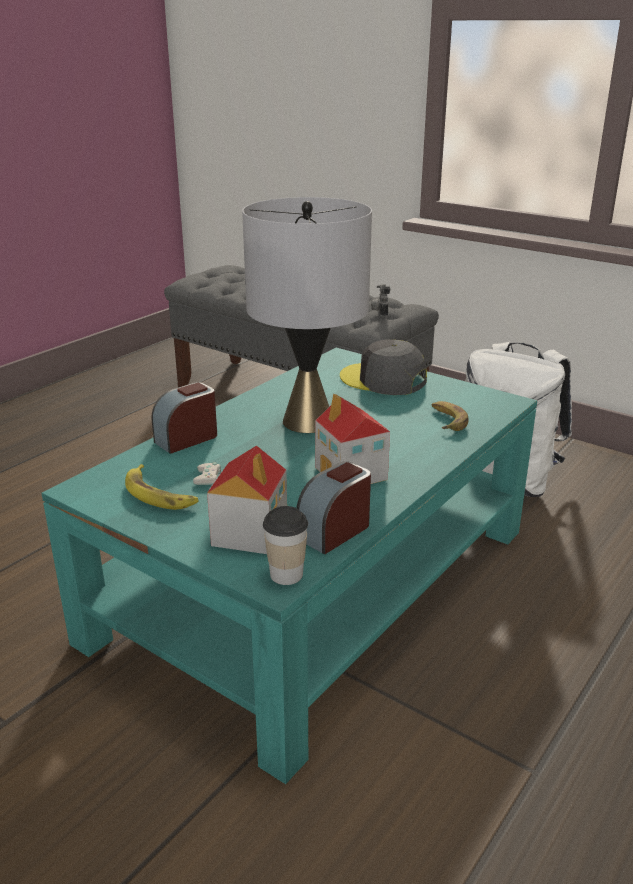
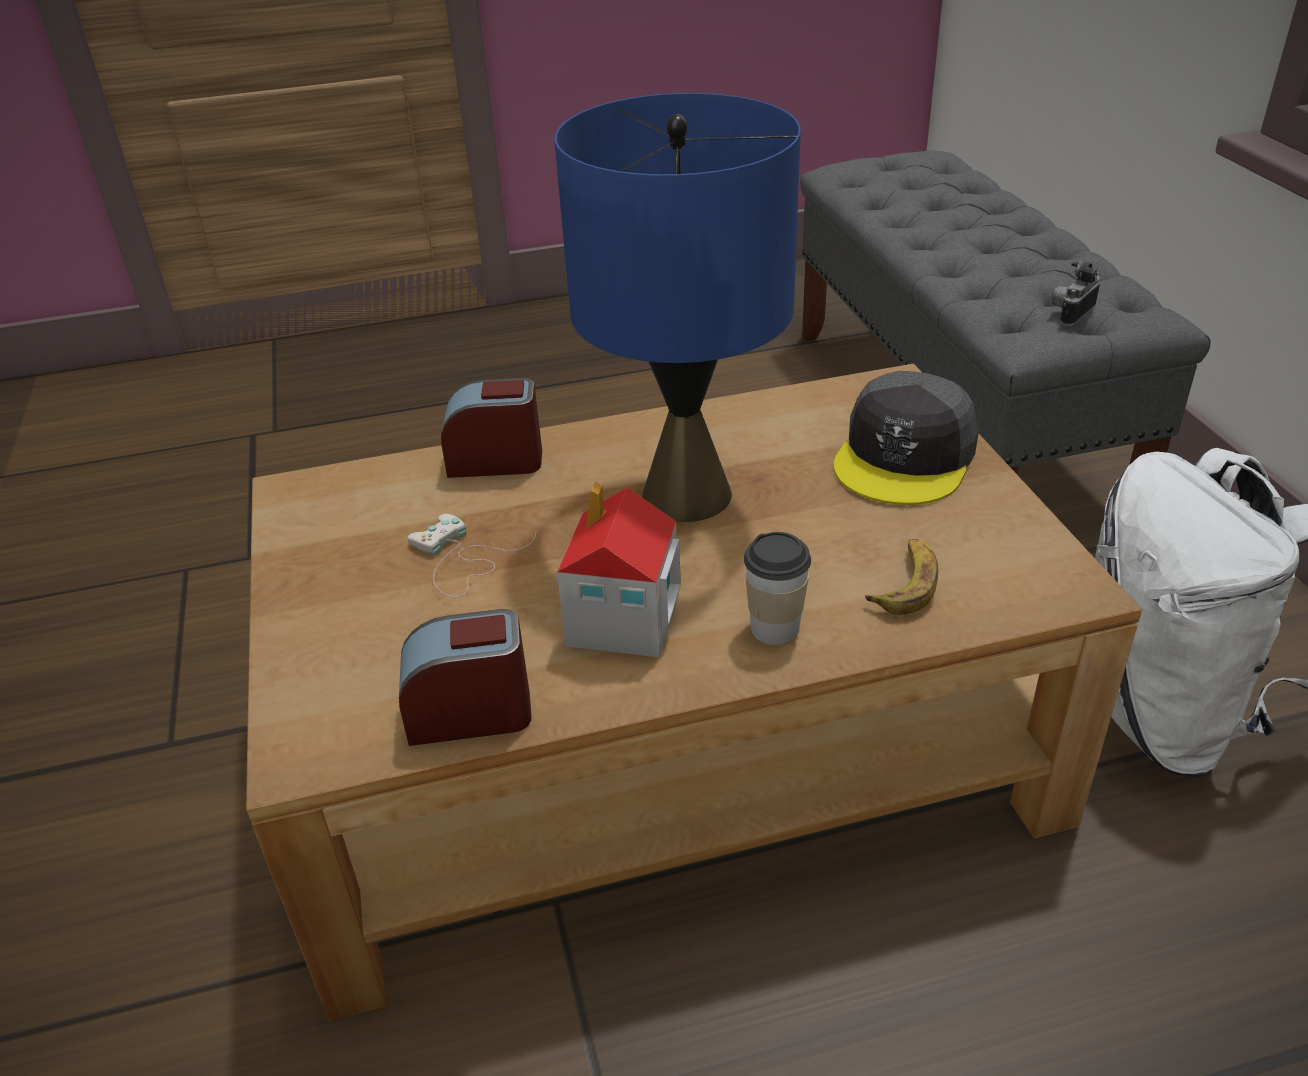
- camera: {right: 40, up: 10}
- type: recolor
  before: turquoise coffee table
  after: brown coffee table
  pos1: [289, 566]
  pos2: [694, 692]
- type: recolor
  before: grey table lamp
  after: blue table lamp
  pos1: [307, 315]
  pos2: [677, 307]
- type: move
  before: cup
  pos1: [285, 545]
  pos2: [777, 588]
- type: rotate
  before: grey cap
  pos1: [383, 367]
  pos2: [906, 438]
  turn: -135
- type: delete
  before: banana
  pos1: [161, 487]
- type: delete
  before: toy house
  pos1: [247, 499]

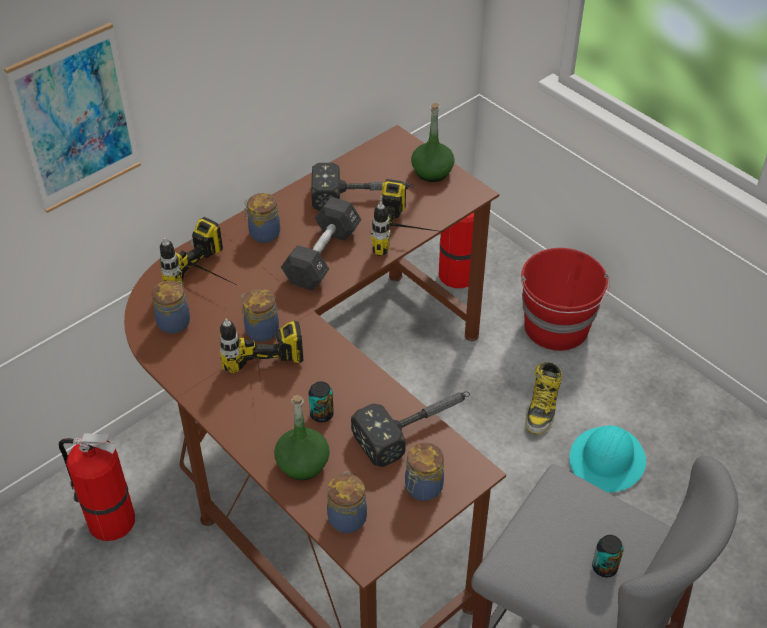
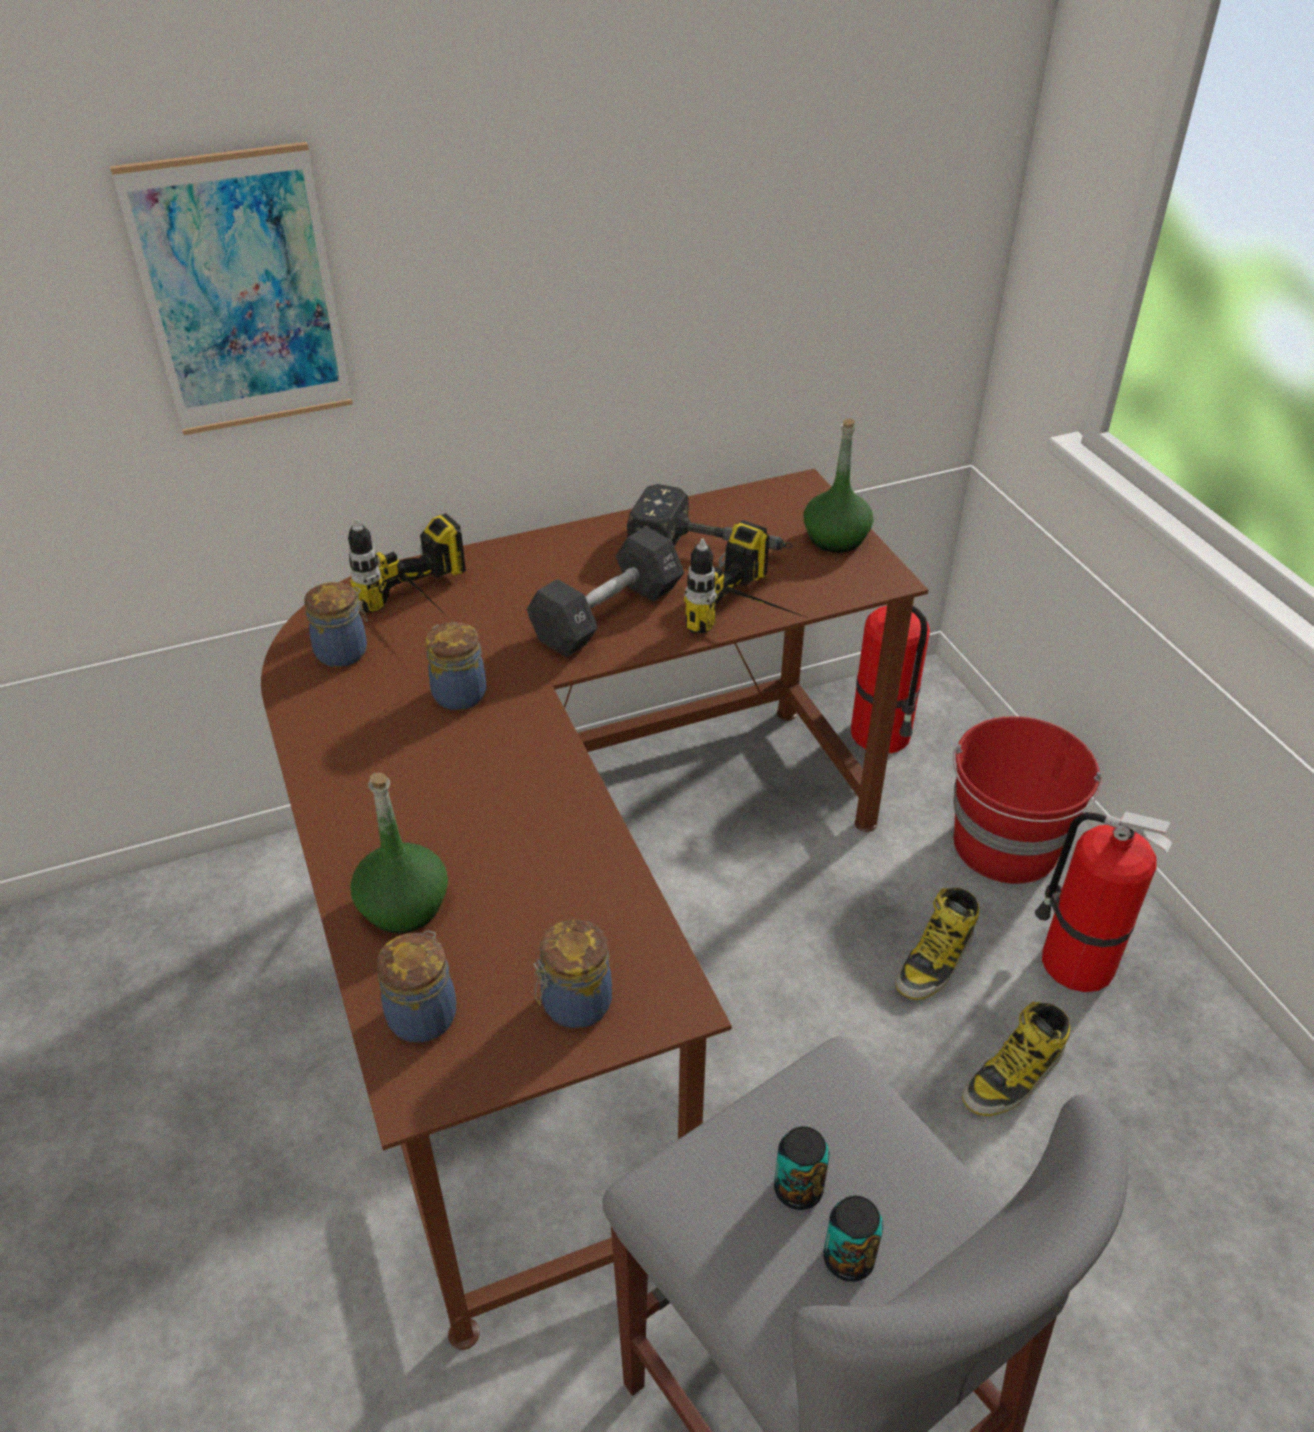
- camera: {right: 20, up: -5}
- type: move
  before: can
  pos1: [321, 401]
  pos2: [802, 1168]
- type: replace
  before: turquoise hard hat
  after: boot
  pos1: [607, 458]
  pos2: [1016, 1058]
- type: move
  before: fire extinguisher
  pos1: [97, 487]
  pos2: [1103, 902]
- type: delete
  before: power drill
  pos1: [262, 358]
- type: delete
  before: jar
  pos1: [262, 218]
- type: delete
  before: hammer
  pos1: [410, 429]

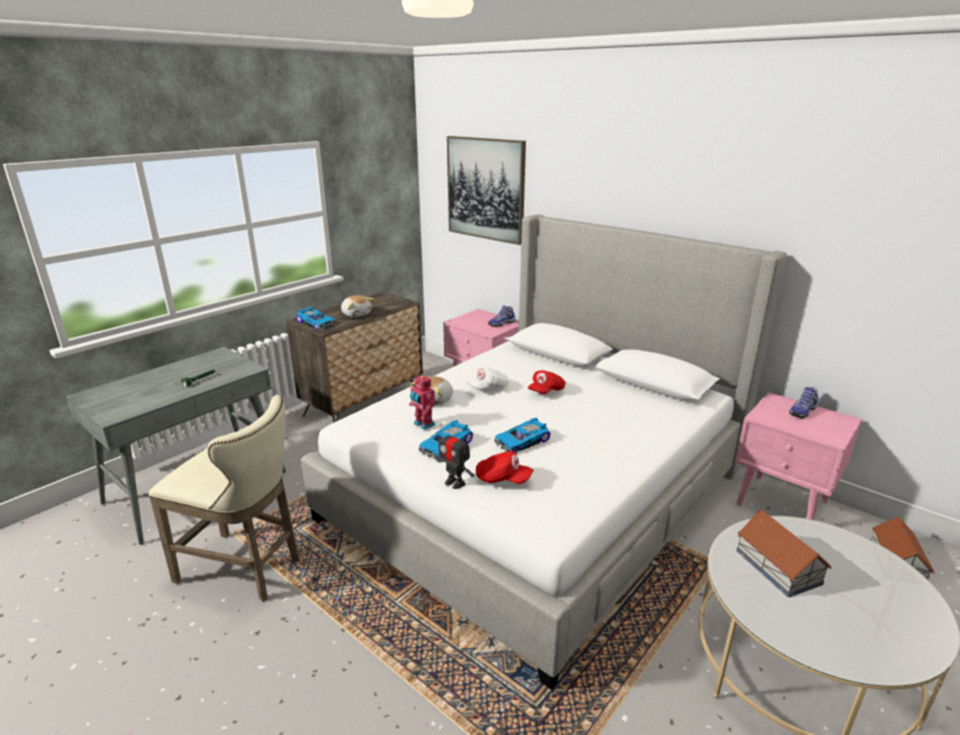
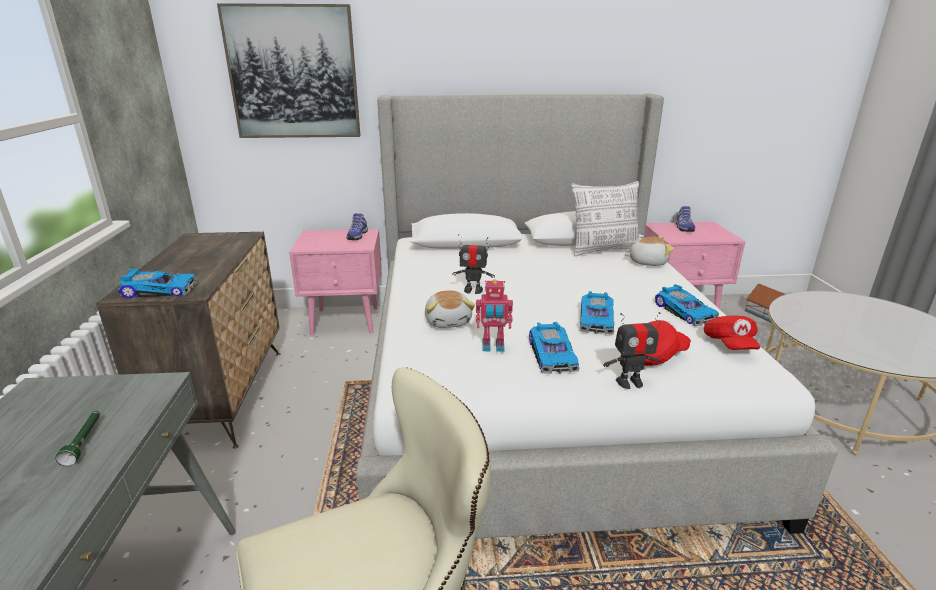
- camera: {right: -45, up: 0}
- type: replace
  before: white cap
  after: toy robot
  pos1: [488, 378]
  pos2: [473, 264]
- type: insert
  after: pillow
  pos2: [605, 218]
- type: move
  before: plush toy
  pos1: [357, 306]
  pos2: [649, 251]
- type: insert
  after: toy car
  pos2: [687, 305]
- type: move
  before: red cap
  pos1: [547, 382]
  pos2: [732, 333]
- type: delete
  before: toy house
  pos1: [783, 554]

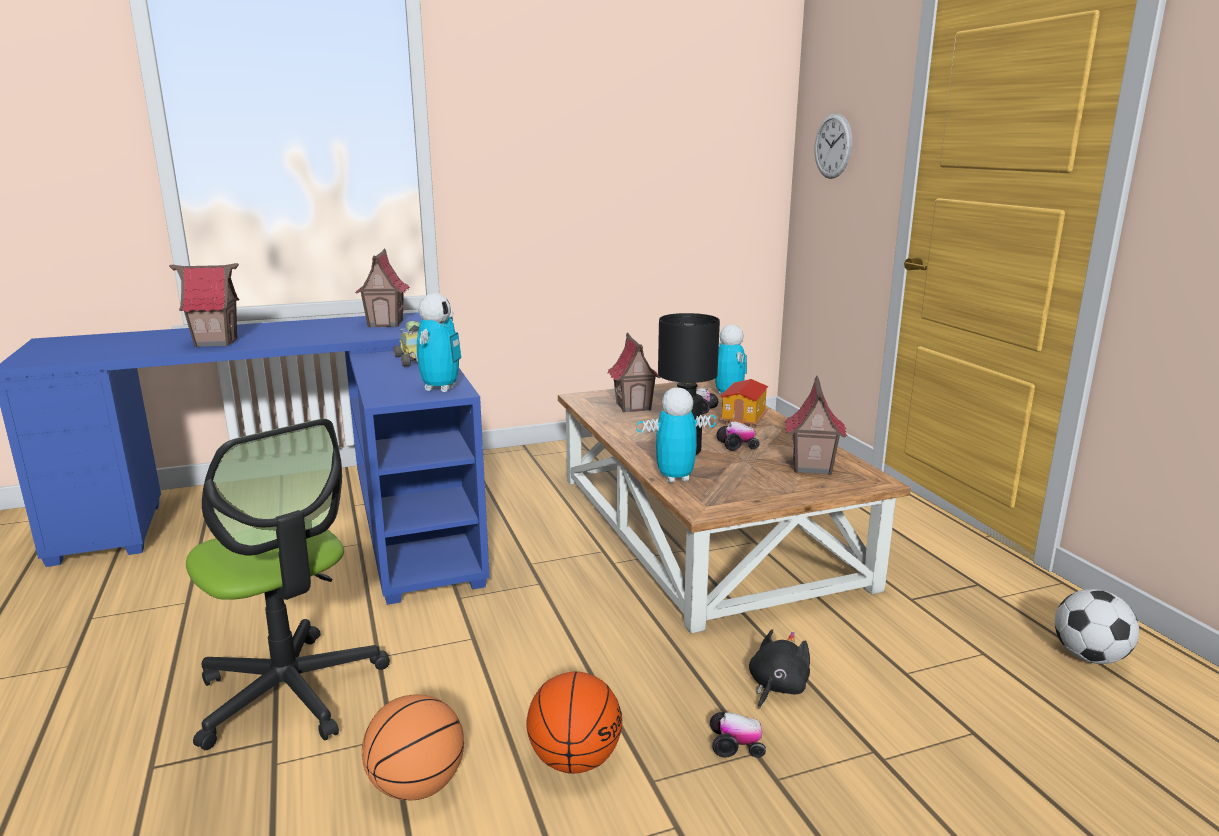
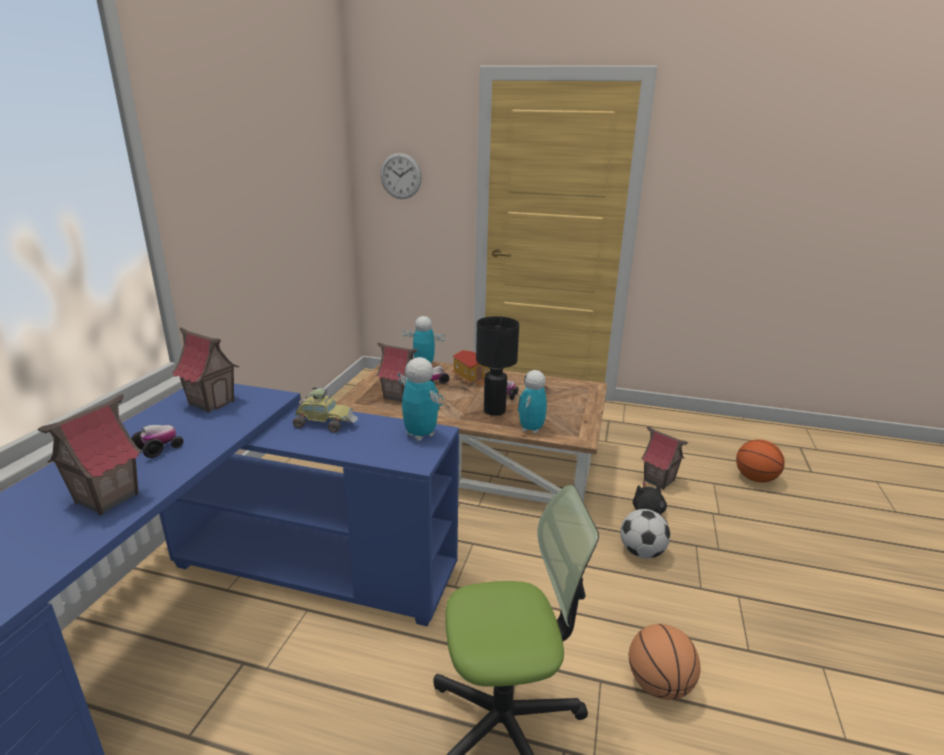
- camera: {right: -55, up: 5}
- type: move
  before: toy car
  pos1: [738, 735]
  pos2: [157, 441]
- type: move
  before: football
  pos1: [1097, 626]
  pos2: [645, 534]
- type: move
  before: toy house
  pos1: [816, 425]
  pos2: [664, 458]
- type: move
  before: basketball
  pos1: [574, 722]
  pos2: [760, 461]

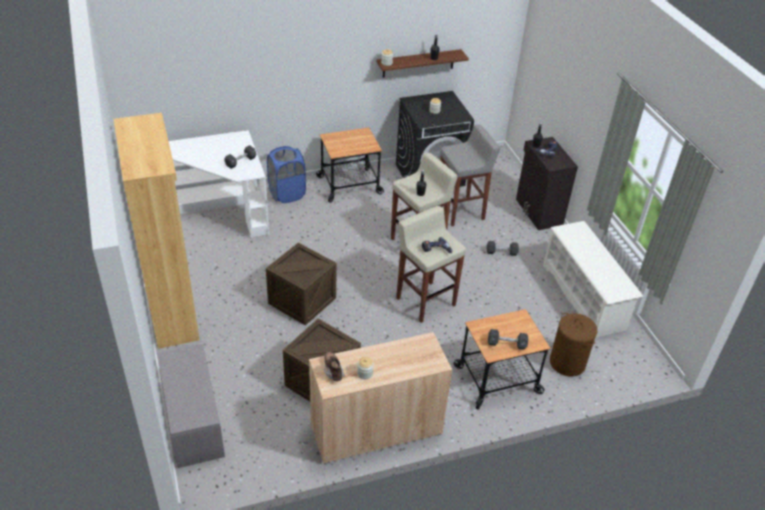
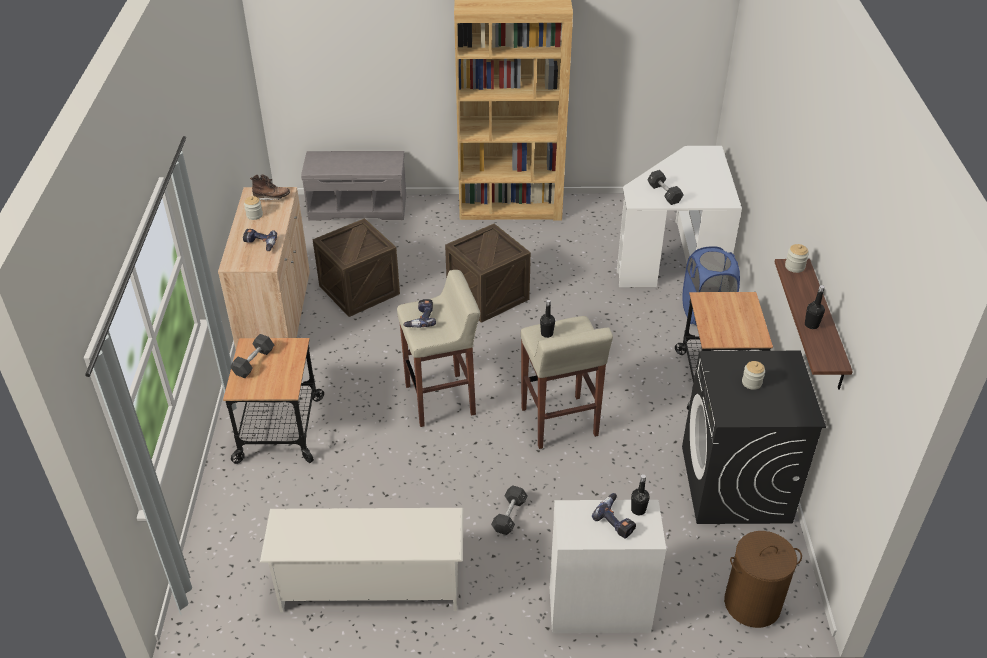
- camera: {right: 110, up: 0}
- type: insert
  after: power drill
  pos2: [260, 240]
- type: recolor
  before: black cabinet
  after: white cabinet
  pos1: [547, 183]
  pos2: [608, 566]
- type: move
  before: brown laundry basket
  pos1: [573, 344]
  pos2: [763, 579]
- type: delete
  before: grey stool
  pos1: [470, 175]

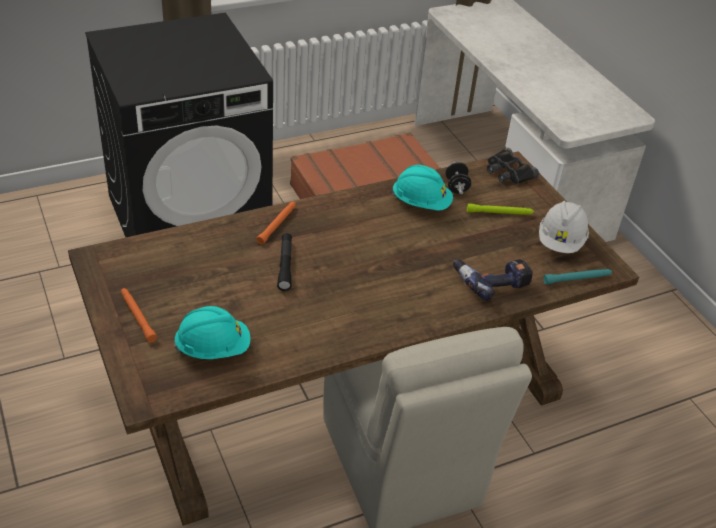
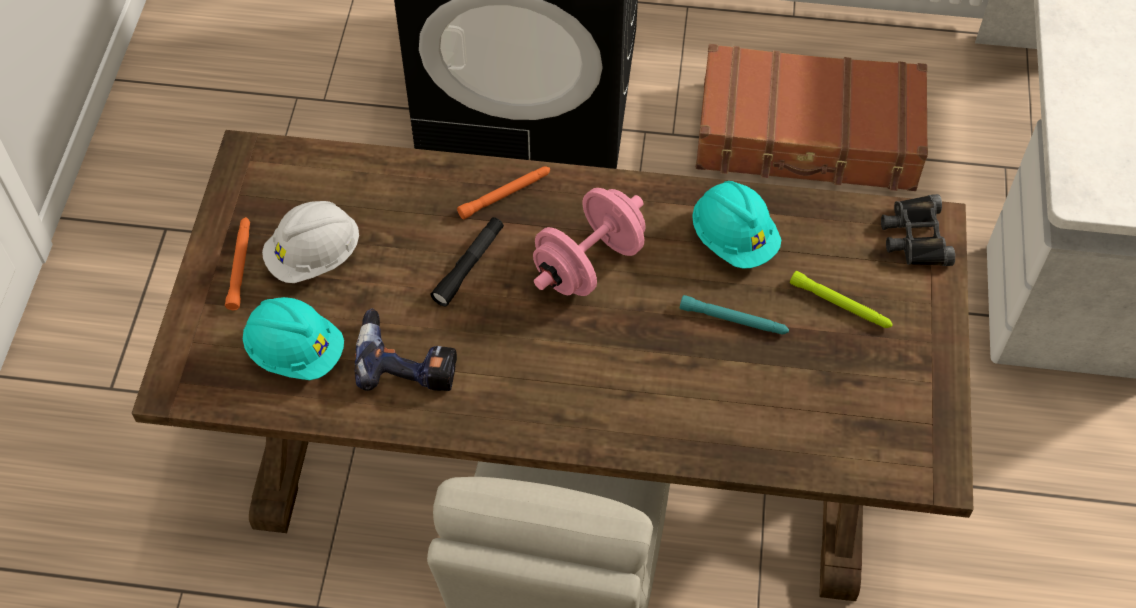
- camera: {right: 35, up: 15}
- type: move
  before: white hard hat
  pos1: [564, 227]
  pos2: [310, 242]
- type: move
  before: power drill
  pos1: [493, 280]
  pos2: [405, 349]
- type: insert
  after: pink dumbbell
  pos2: [589, 242]
- type: move
  before: turquoise flashlight
  pos1: [577, 276]
  pos2: [734, 314]
- type: delete
  before: black dumbbell
  pos1: [458, 178]

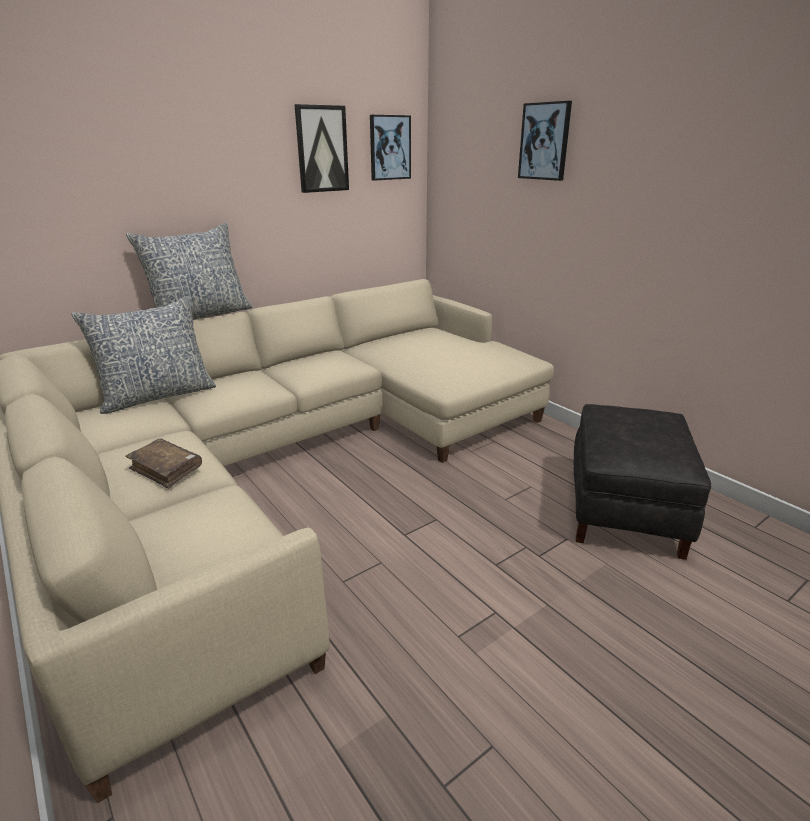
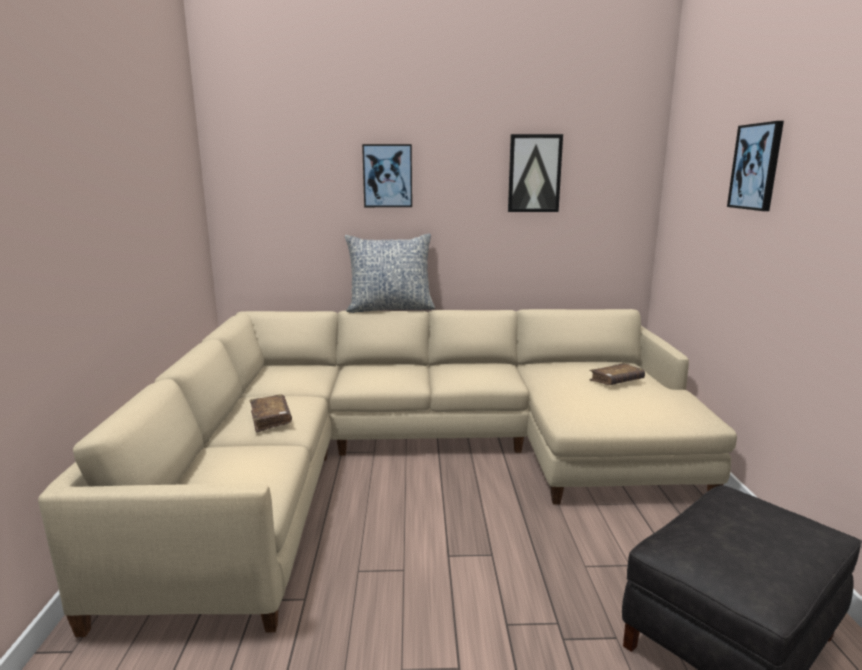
- camera: {right: 35, up: -10}
- type: move
  before: picture
  pos1: [390, 148]
  pos2: [387, 175]
- type: insert
  after: brown book
  pos2: [617, 374]
- type: delete
  before: pillow
  pos1: [143, 354]

